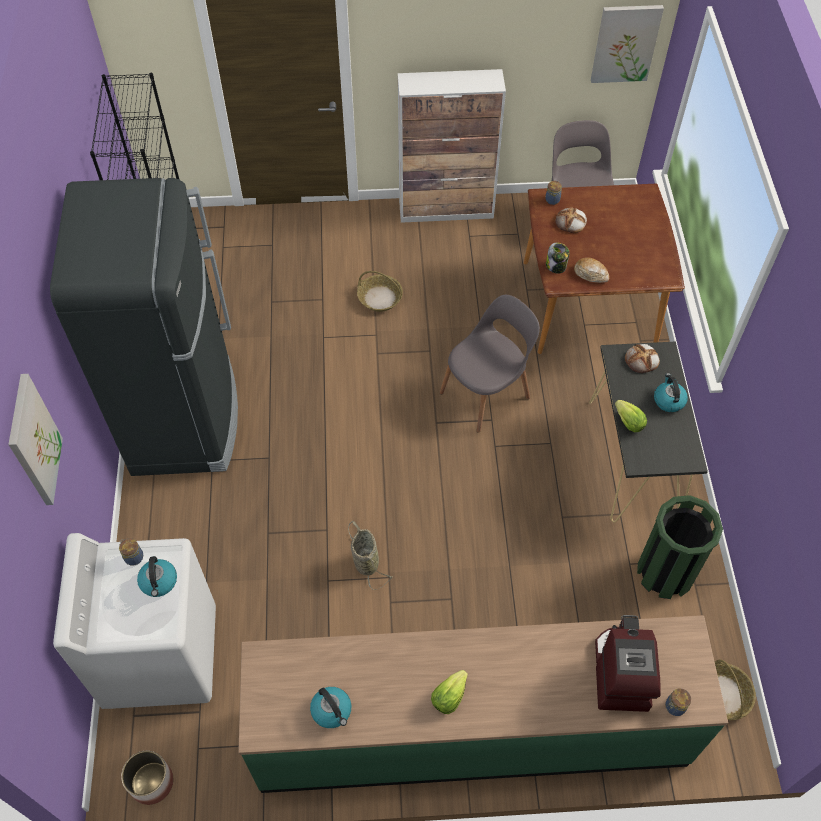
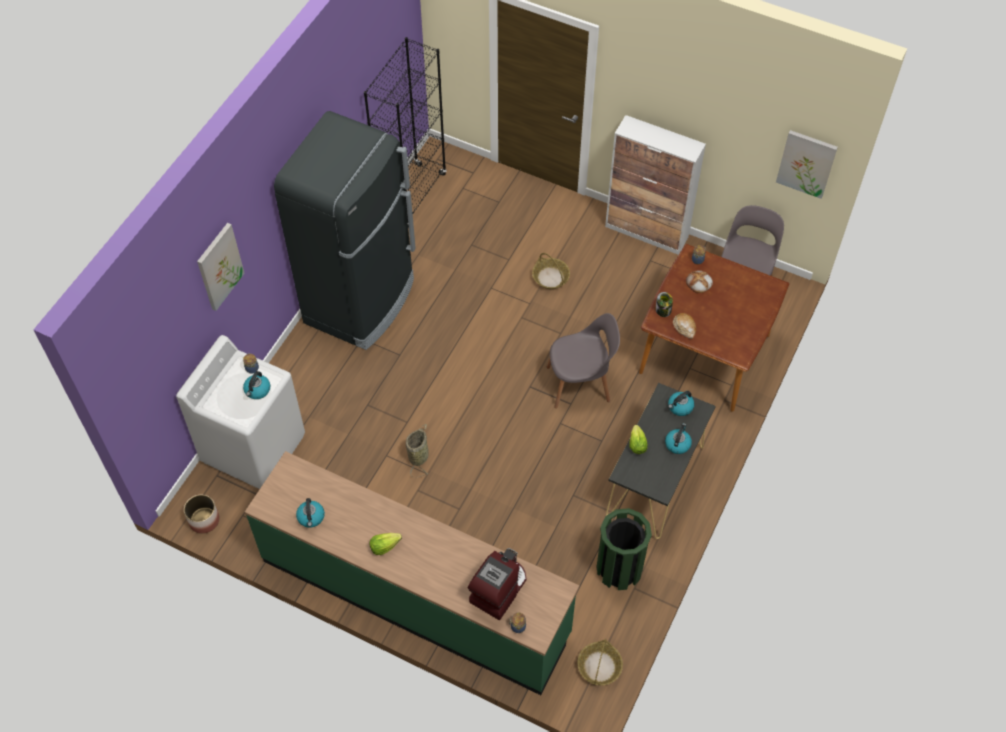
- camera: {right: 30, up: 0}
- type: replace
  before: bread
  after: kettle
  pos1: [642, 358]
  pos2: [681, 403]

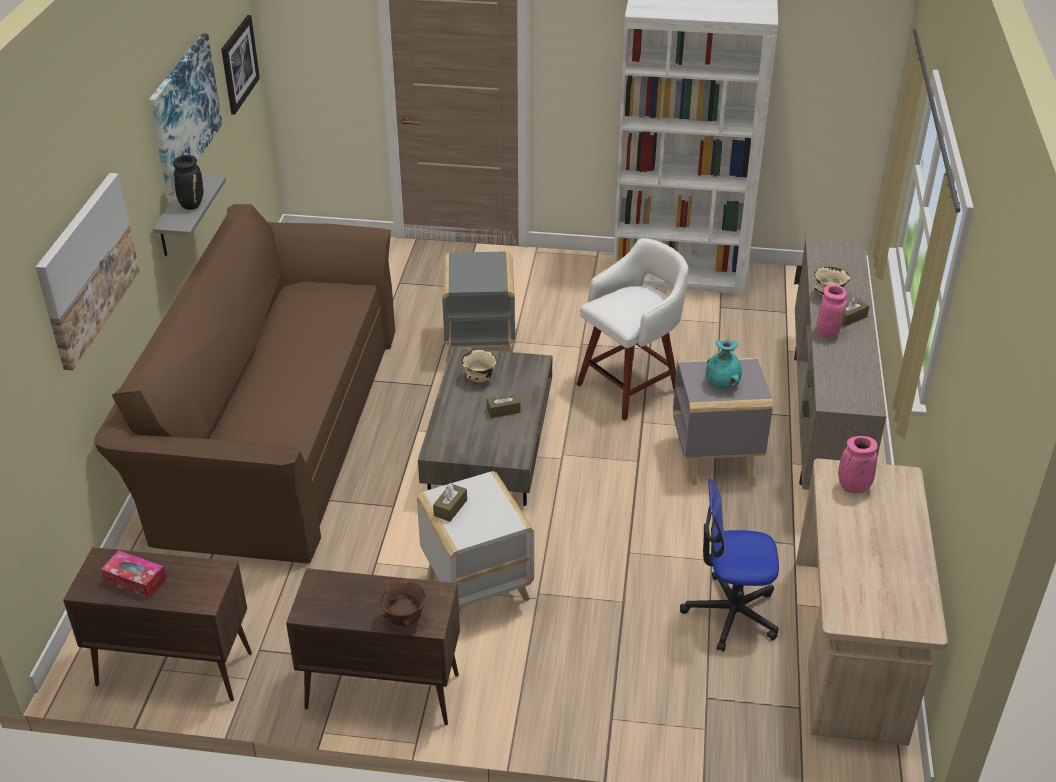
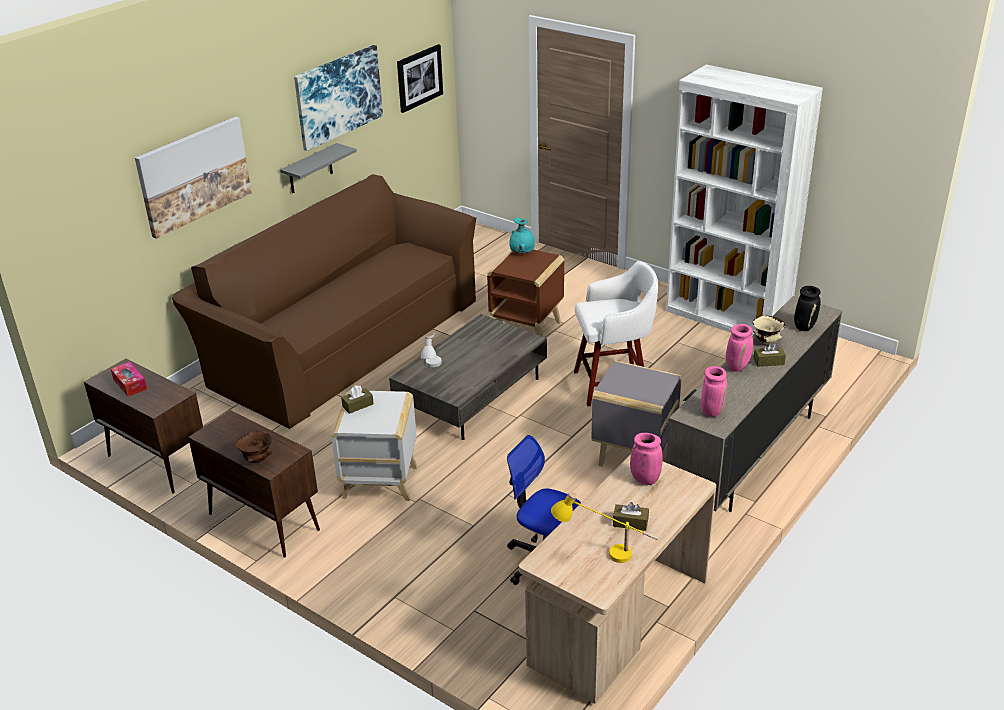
- camera: {right: 30, up: -5}
- type: insert
  after: white table lamp
  pos2: [431, 350]
- type: recolor
  before: grey side table
  after: brown side table
  pos1: [478, 307]
  pos2: [525, 293]
- type: move
  before: turquoise vase
  pos1: [723, 363]
  pos2: [522, 235]
- type: insert
  after: yellow table lamp
  pos2: [604, 527]
- type: move
  before: brown tissue box
  pos1: [504, 404]
  pos2: [631, 516]
- type: insert
  after: pink vase
  pos2: [714, 391]
- type: move
  before: black vase
  pos1: [188, 182]
  pos2: [807, 308]
- type: delete
  before: beige bowl
  pos1: [479, 366]

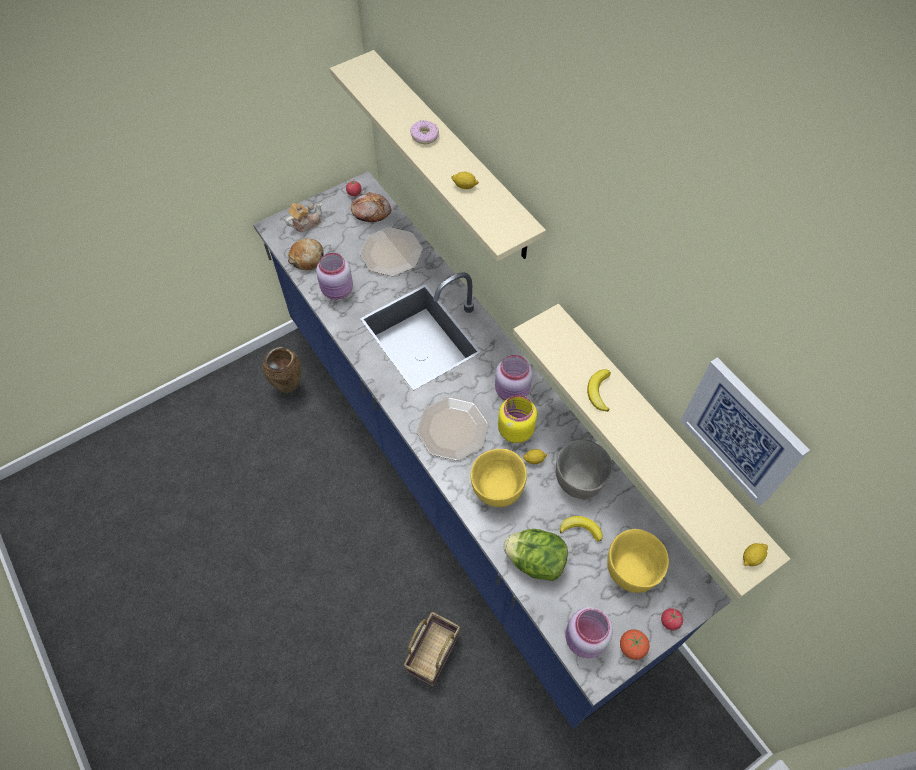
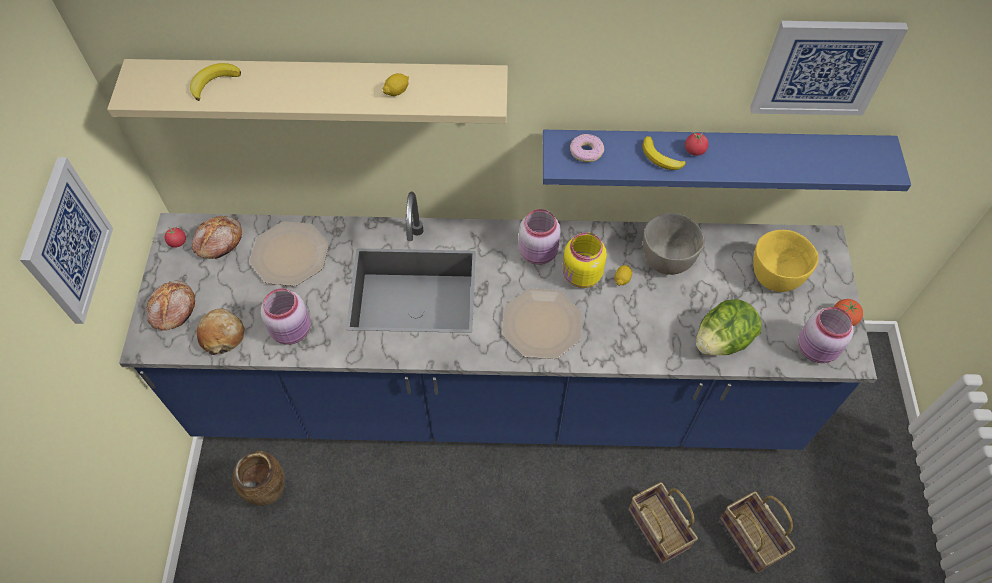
- camera: {right: -55, up: 0}
- type: insert
  after: picture
  pos2: [66, 240]
- type: replace
  before: teapot
  after: bread
  pos1: [304, 217]
  pos2: [170, 306]
- type: move
  before: banana
  pos1: [581, 529]
  pos2: [215, 82]
- type: recolor
  before: beige shelf
  after: blue shelf
  pos1: [651, 451]
  pos2: [727, 160]
- type: move
  before: donut
  pos1: [424, 132]
  pos2: [587, 148]
- type: move
  before: tomato
  pos1: [672, 619]
  pos2: [697, 144]
- type: insert
  after: basket
  pos2: [757, 532]
- type: delete
  before: yellow bowl
  pos1: [499, 478]
- type: delete
  before: lemon
  pos1: [755, 554]

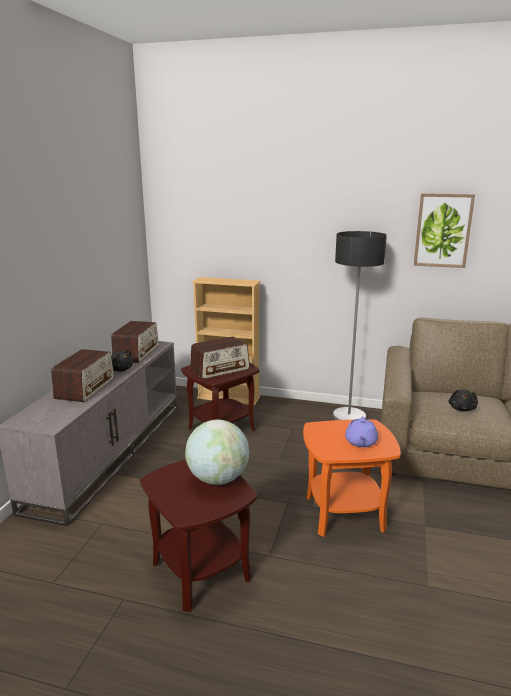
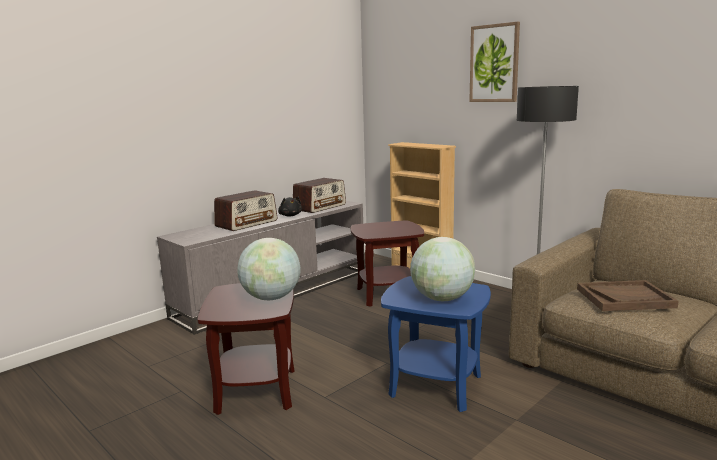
- camera: {right: 30, up: -5}
- type: recolor
  before: orange side table
  after: blue side table
  pos1: [351, 478]
  pos2: [436, 344]
- type: replace
  before: purple teapot
  after: globe
  pos1: [361, 432]
  pos2: [442, 269]
- type: move
  before: picture
  pos1: [444, 230]
  pos2: [494, 62]
- type: replace
  before: black plush toy
  after: brown tray
  pos1: [463, 400]
  pos2: [628, 295]
- type: delete
  before: radio
  pos1: [220, 358]

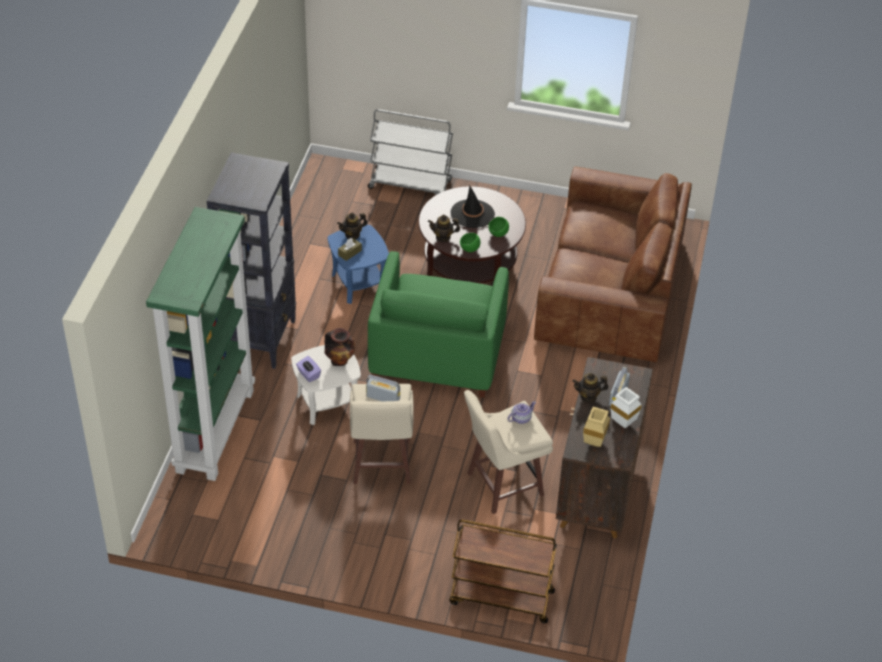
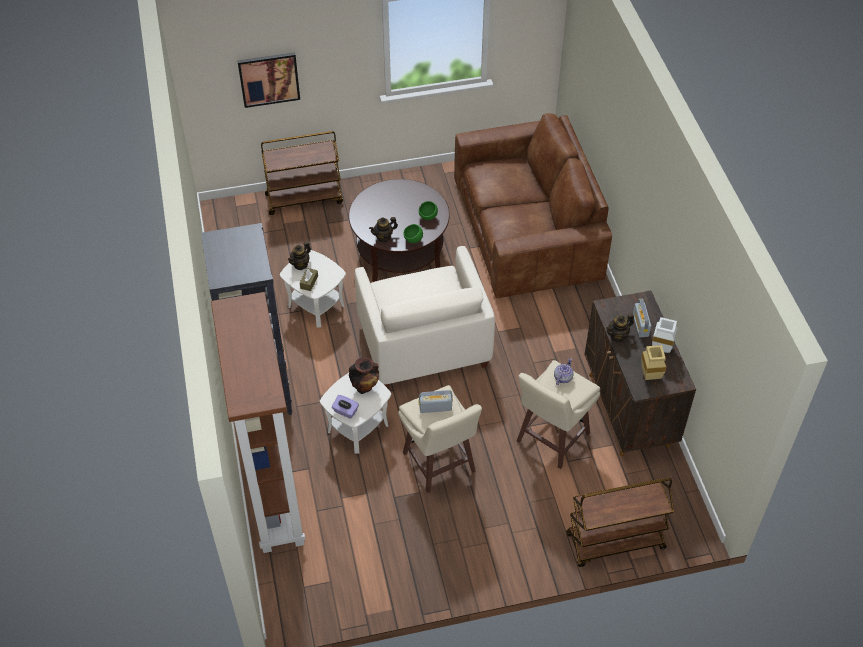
- camera: {right: -25, up: 5}
- type: recolor
  before: green bookcase
  after: brown bookcase
  pos1: [200, 344]
  pos2: [258, 422]
- type: insert
  after: picture
  pos2: [268, 80]
- type: recolor
  before: grey cart
  after: brown cart
  pos1: [410, 152]
  pos2: [302, 173]
- type: recolor
  before: blue side table
  after: white side table
  pos1: [358, 264]
  pos2: [313, 288]
- type: recolor
  before: green armchair
  after: white armchair
  pos1: [438, 324]
  pos2: [425, 317]
- type: delete
  before: black hat
  pos1: [473, 206]

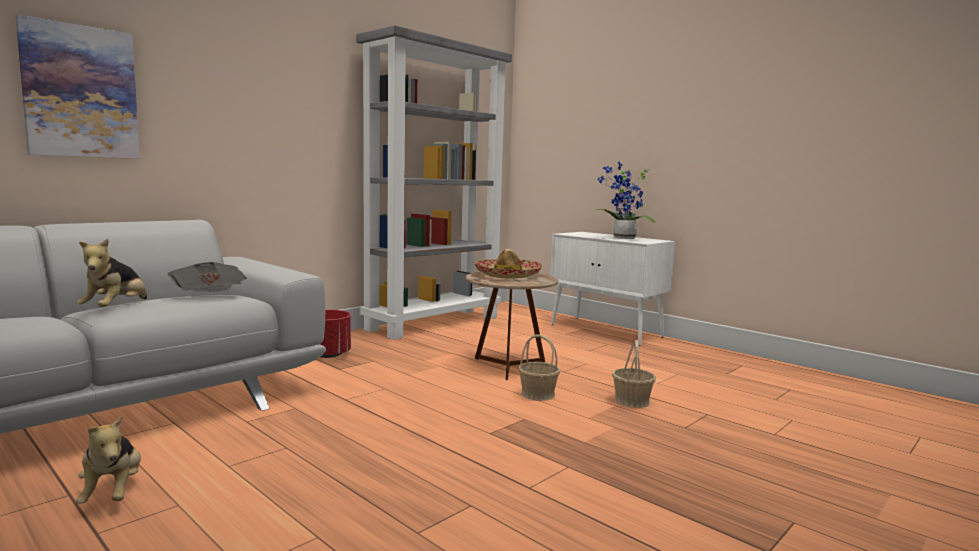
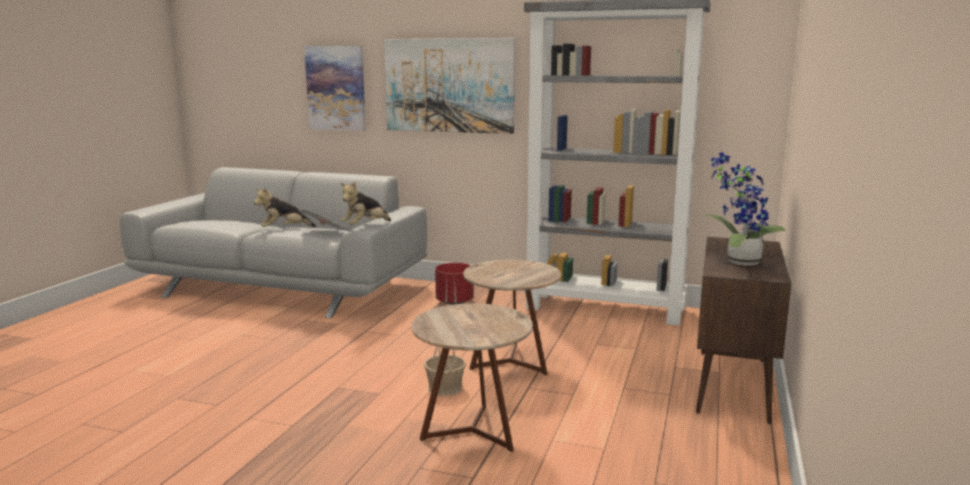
- camera: {right: 65, up: 5}
- type: move
  before: plush toy
  pos1: [108, 459]
  pos2: [365, 203]
- type: insert
  after: picture
  pos2: [449, 86]
- type: replace
  before: basket
  after: brown side table
  pos1: [634, 374]
  pos2: [472, 377]
- type: recolor
  before: white cabinet
  after: brown cabinet
  pos1: [612, 289]
  pos2: [743, 330]
- type: delete
  before: hat
  pos1: [508, 264]

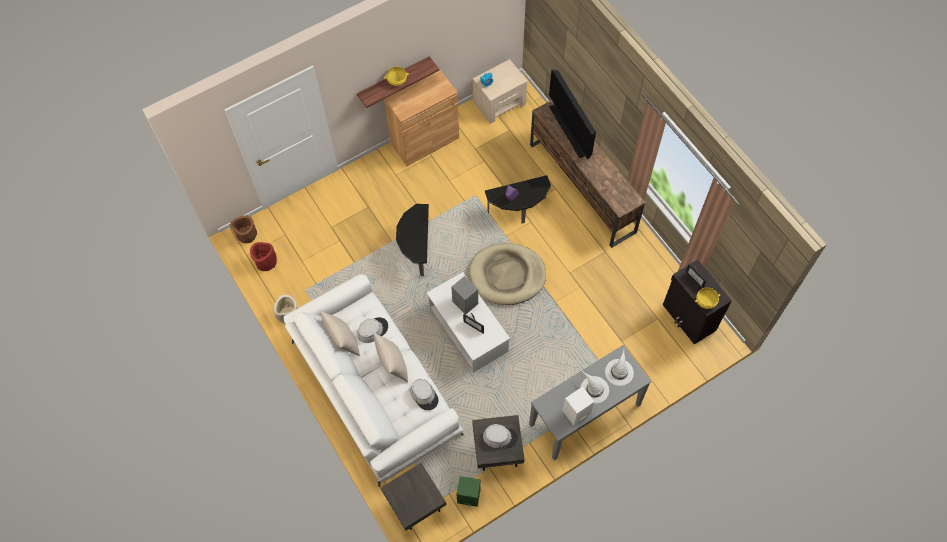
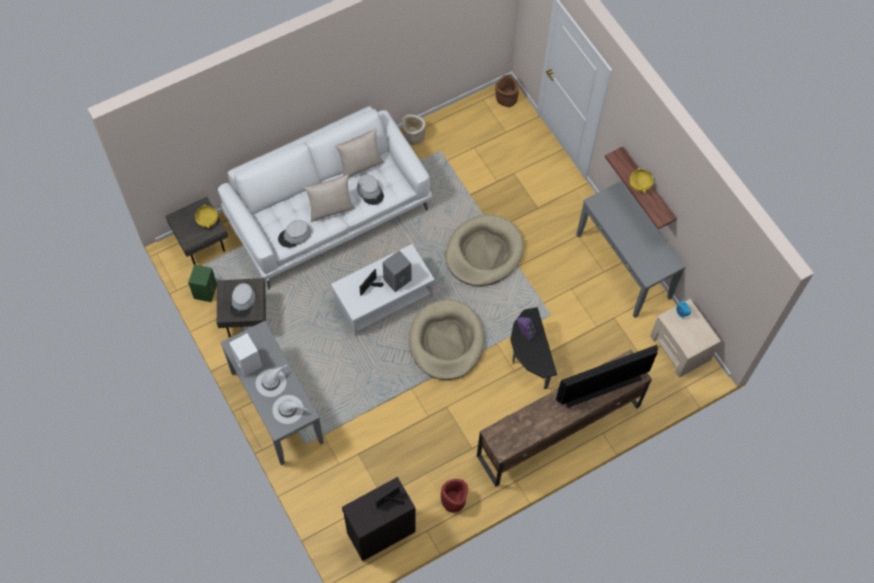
- camera: {right: 90, up: 0}
- type: move
  before: yellow bowl
  pos1: [707, 298]
  pos2: [206, 216]
- type: move
  before: red planter
  pos1: [263, 256]
  pos2: [454, 496]
- type: replace
  before: side table
  after: beige dog bed
  pos1: [412, 240]
  pos2: [484, 250]
- type: replace
  before: brown cabinet
  after: grey console table
  pos1: [421, 118]
  pos2: [631, 249]

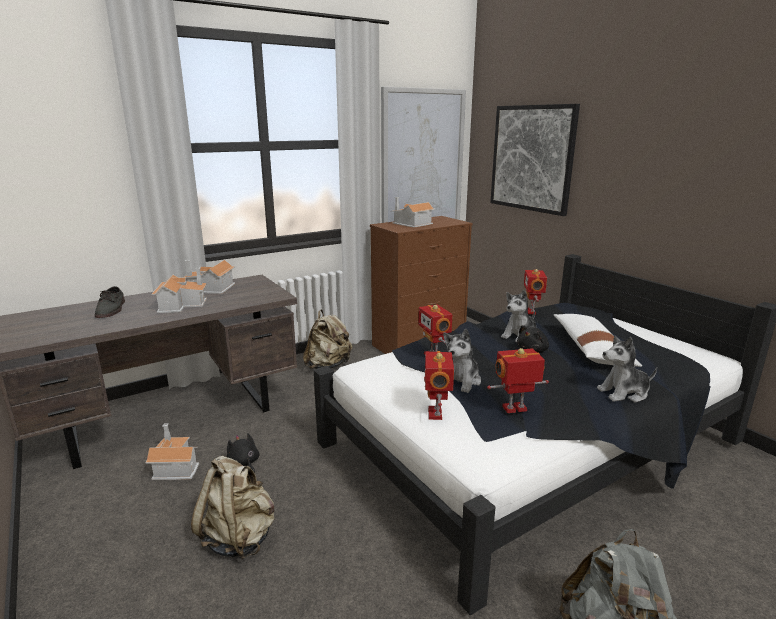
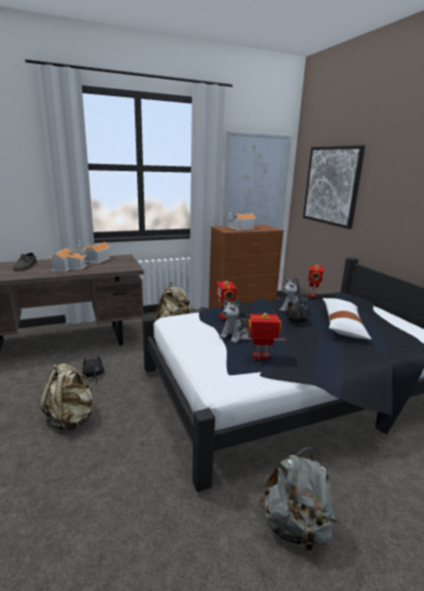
- camera: {right: 10, up: 0}
- type: delete
  before: toy house
  pos1: [172, 451]
- type: delete
  before: toy robot
  pos1: [439, 385]
- type: delete
  before: plush toy
  pos1: [627, 369]

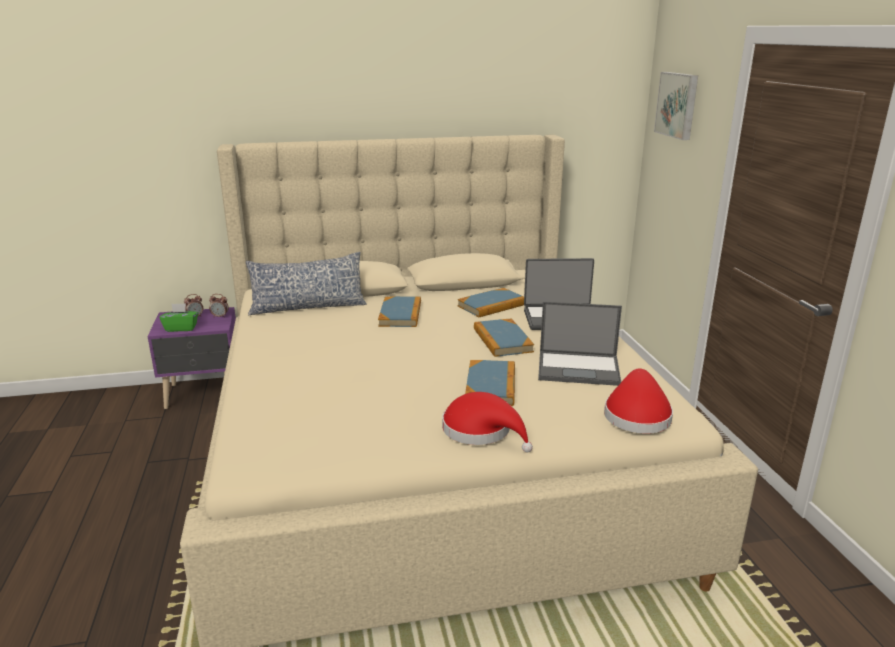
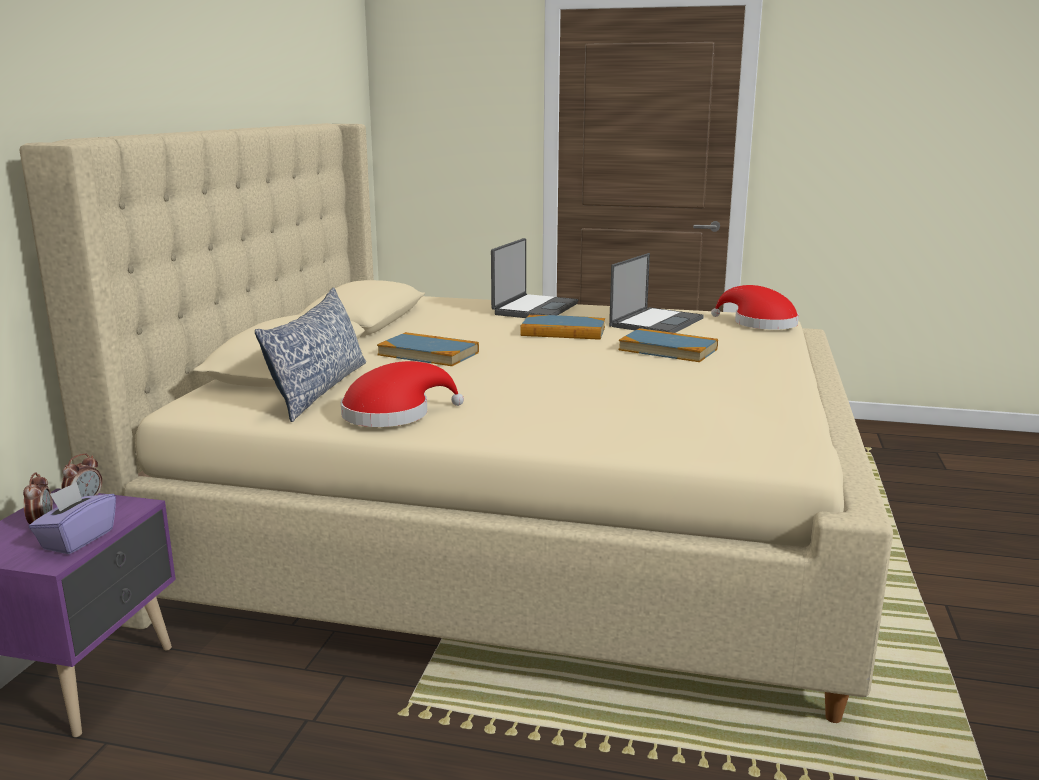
- camera: {right: -65, up: -5}
- type: recolor
  before: green tissue box
  after: purple tissue box
  pos1: [178, 317]
  pos2: [72, 518]
- type: move
  before: red hat
  pos1: [487, 422]
  pos2: [402, 394]
- type: delete
  before: book
  pos1: [491, 302]
- type: delete
  before: picture
  pos1: [676, 106]

